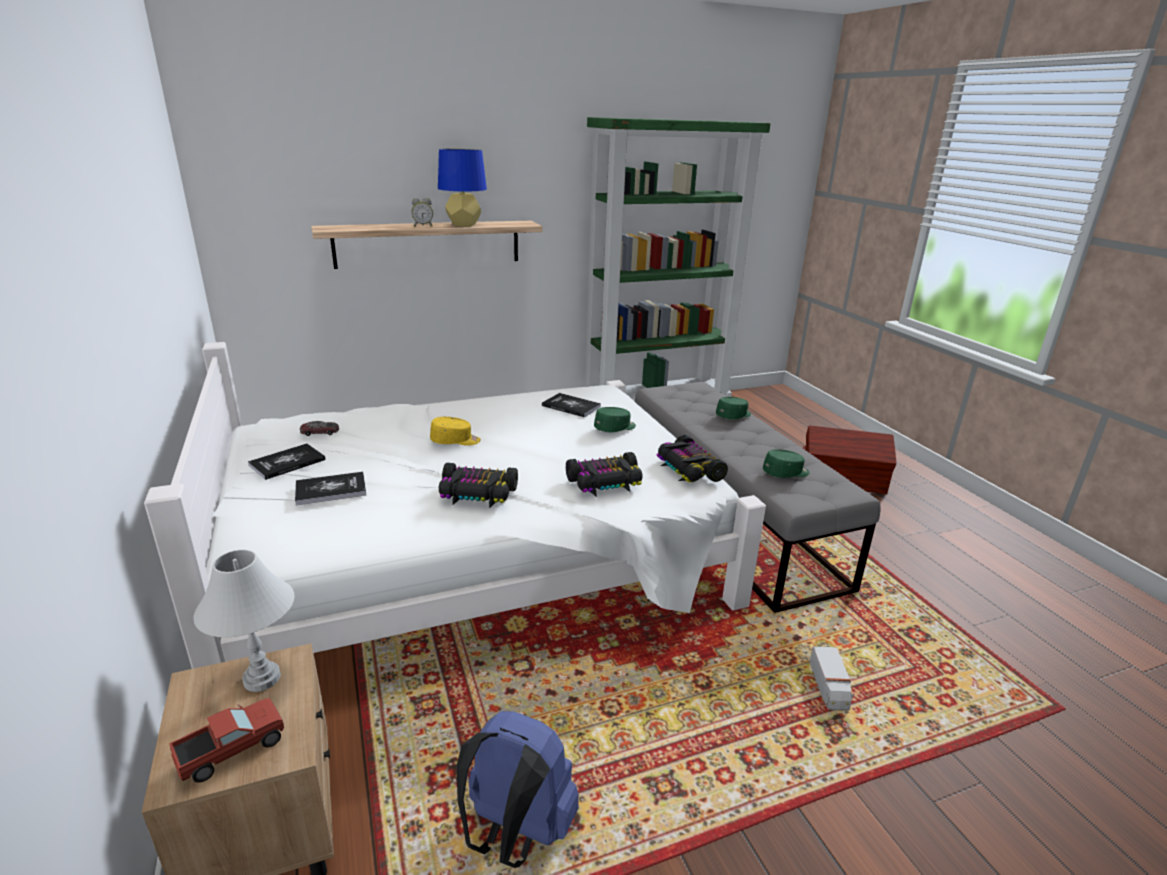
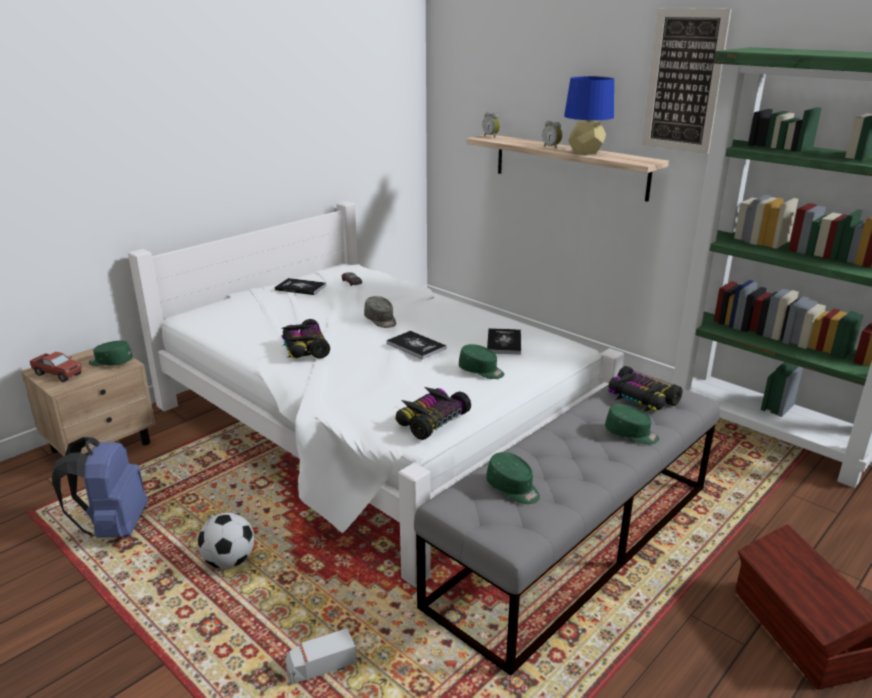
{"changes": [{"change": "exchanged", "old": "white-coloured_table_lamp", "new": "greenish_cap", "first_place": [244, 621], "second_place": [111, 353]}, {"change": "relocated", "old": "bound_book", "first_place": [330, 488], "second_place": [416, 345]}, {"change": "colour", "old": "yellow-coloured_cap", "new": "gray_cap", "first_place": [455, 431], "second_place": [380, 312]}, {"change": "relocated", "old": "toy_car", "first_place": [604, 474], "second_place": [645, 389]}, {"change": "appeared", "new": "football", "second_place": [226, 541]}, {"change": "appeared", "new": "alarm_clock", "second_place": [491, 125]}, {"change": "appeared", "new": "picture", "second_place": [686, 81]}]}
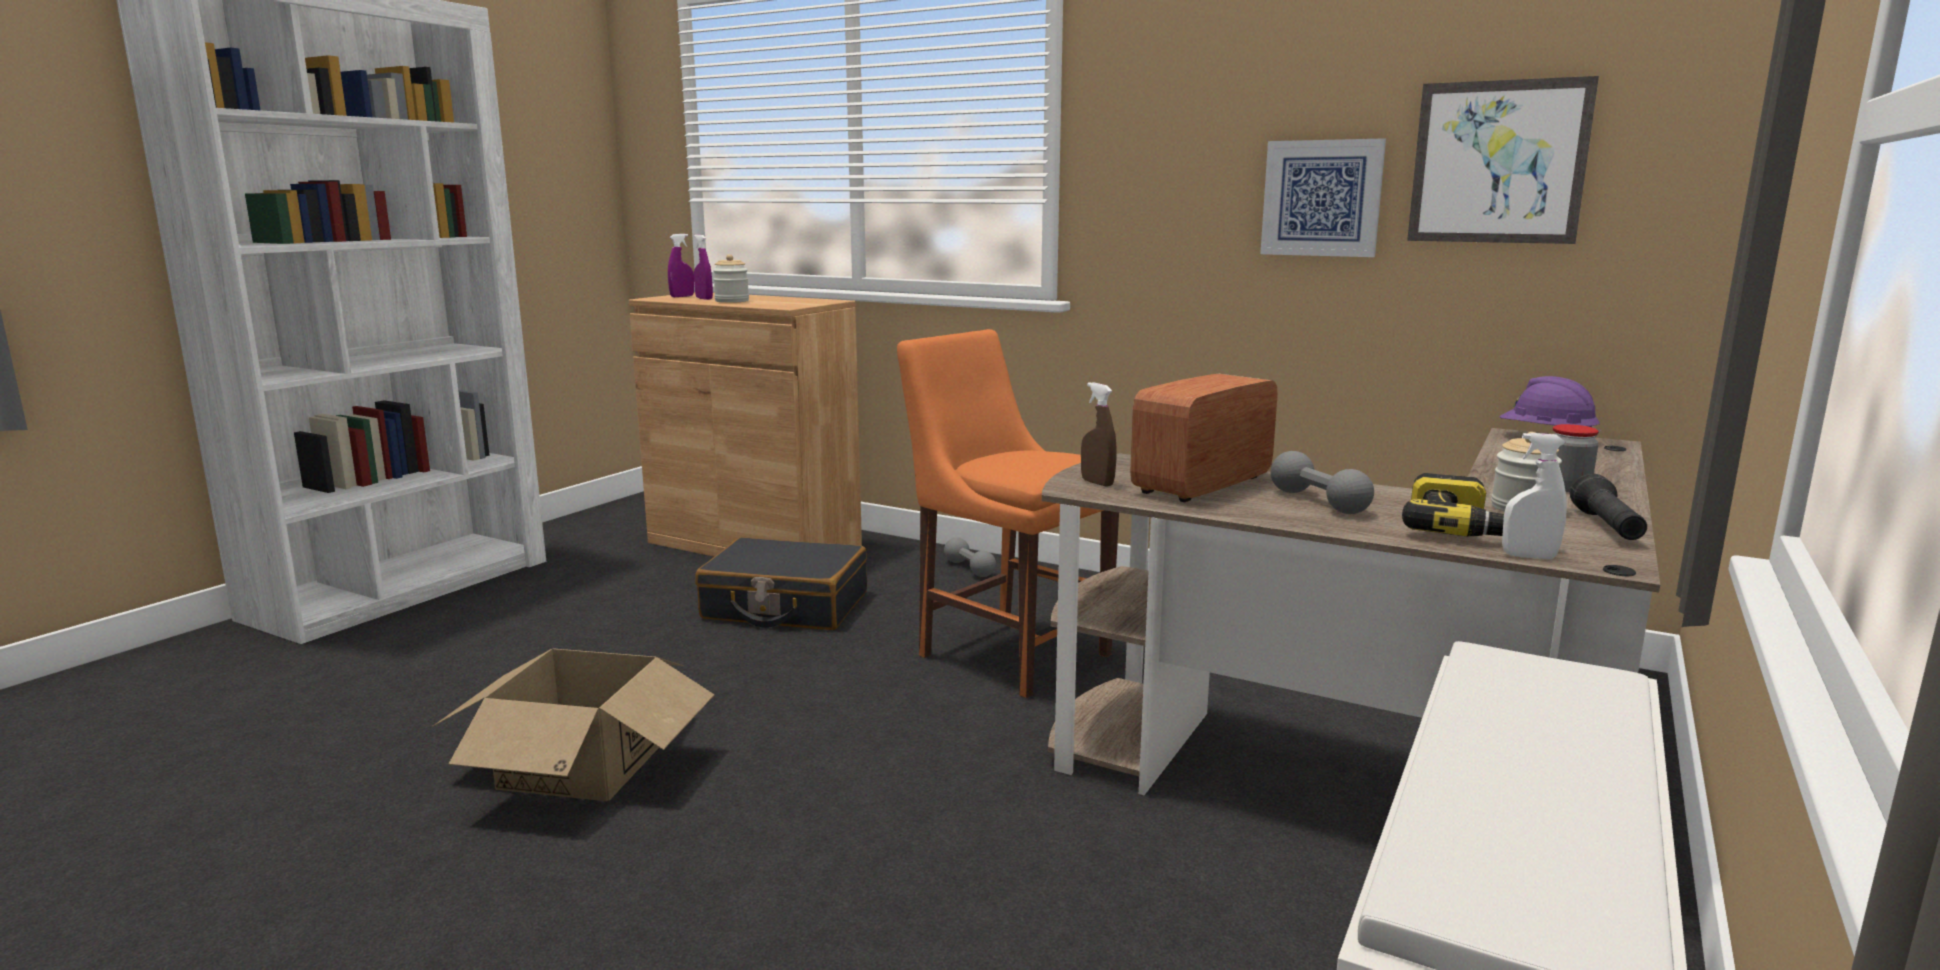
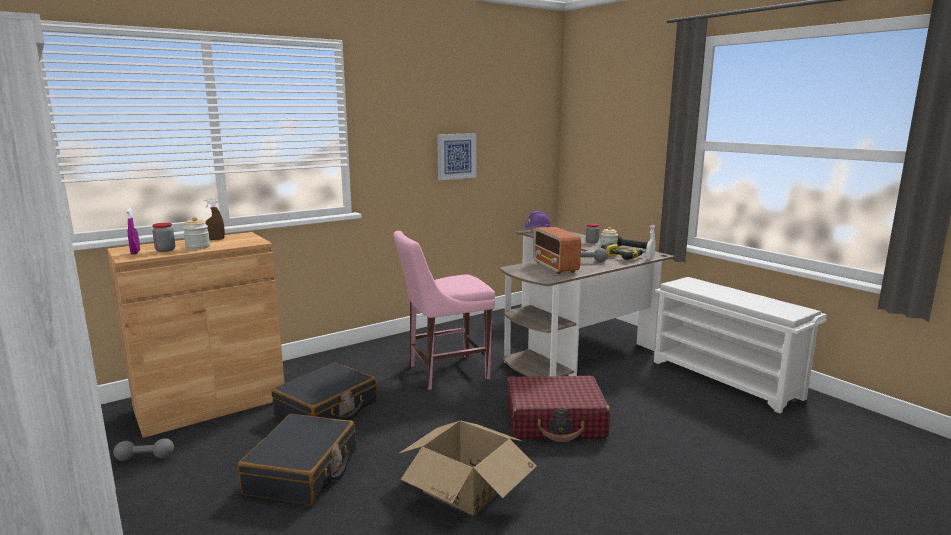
{"changes": [{"change": "exchanged", "old": "purple_spray_bottle", "new": "jar", "first_place": [703, 267], "second_place": [163, 237]}, {"change": "colour", "old": "orange_chair", "new": "pink_chair", "first_place": [1008, 513], "second_place": [444, 310]}, {"change": "relocated", "old": "gray_hand_weight", "first_place": [970, 557], "second_place": [143, 449]}, {"change": "relocated", "old": "brown_spray_bottle", "first_place": [1098, 434], "second_place": [214, 219]}, {"change": "missing", "old": "picture", "first_place": [1503, 160]}, {"change": "appeared", "new": "black-coloured_piece_of_luggage", "second_place": [297, 459]}, {"change": "appeared", "new": "red_piece_of_luggage", "second_place": [558, 409]}]}
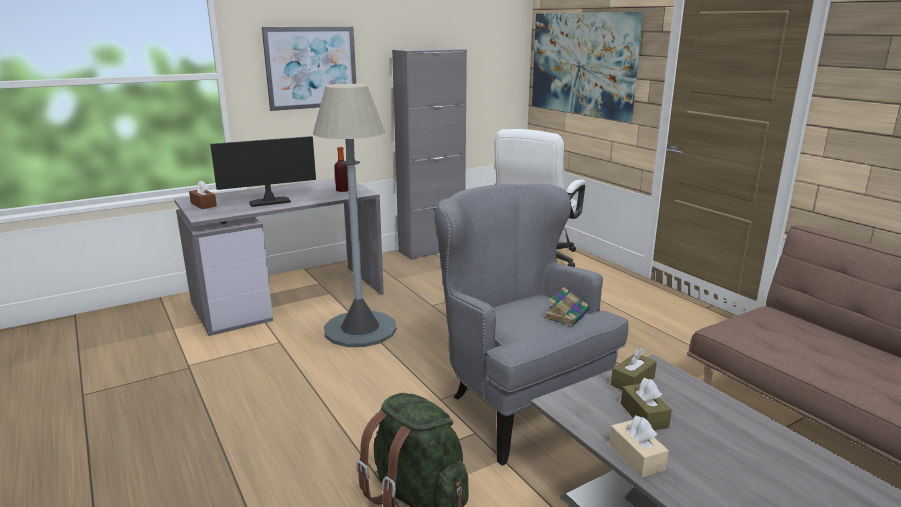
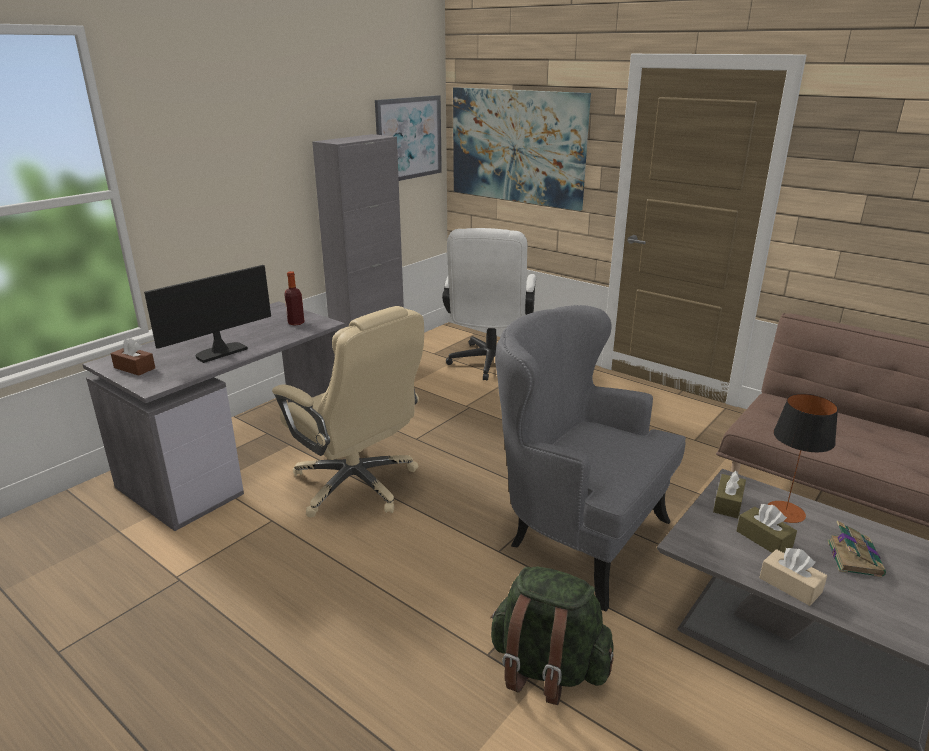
{"changes": [{"change": "relocated", "old": "picture", "first_place": [309, 69], "second_place": [408, 138]}, {"change": "exchanged", "old": "gray_standing_lamp", "new": "beige_desk_chair", "first_place": [355, 215], "second_place": [348, 411]}, {"change": "relocated", "old": "bound_book", "first_place": [566, 306], "second_place": [856, 549]}, {"change": "appeared", "new": "table_lamp", "second_place": [802, 458]}]}
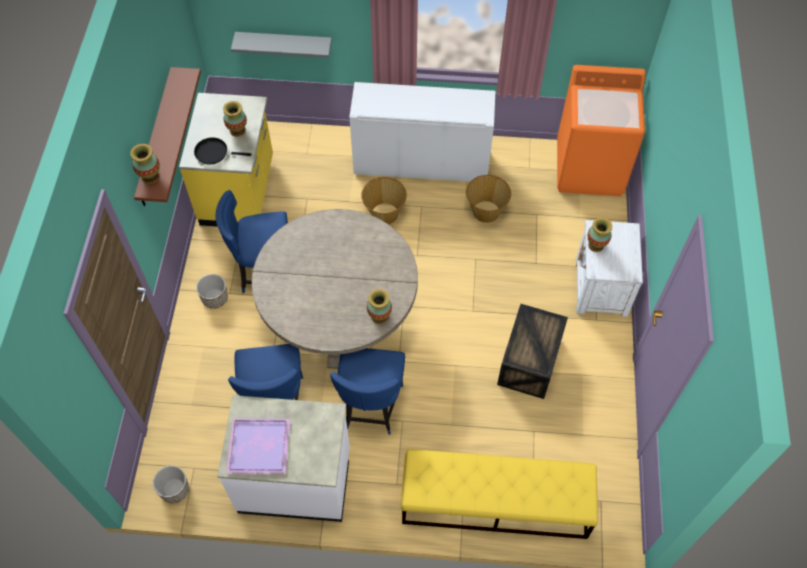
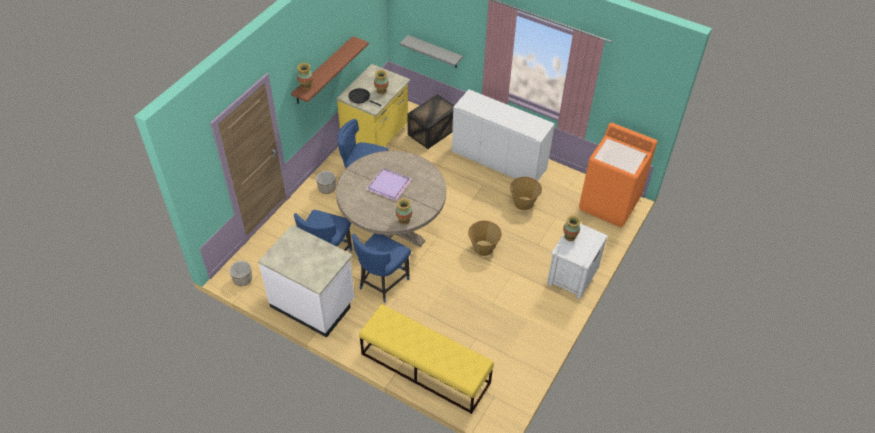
{"changes": [{"change": "relocated", "old": "purple_serving_tray", "first_place": [258, 446], "second_place": [388, 184]}, {"change": "relocated", "old": "storage_basket", "first_place": [384, 200], "second_place": [485, 238]}, {"change": "relocated", "old": "shipping_crate", "first_place": [532, 351], "second_place": [431, 121]}]}
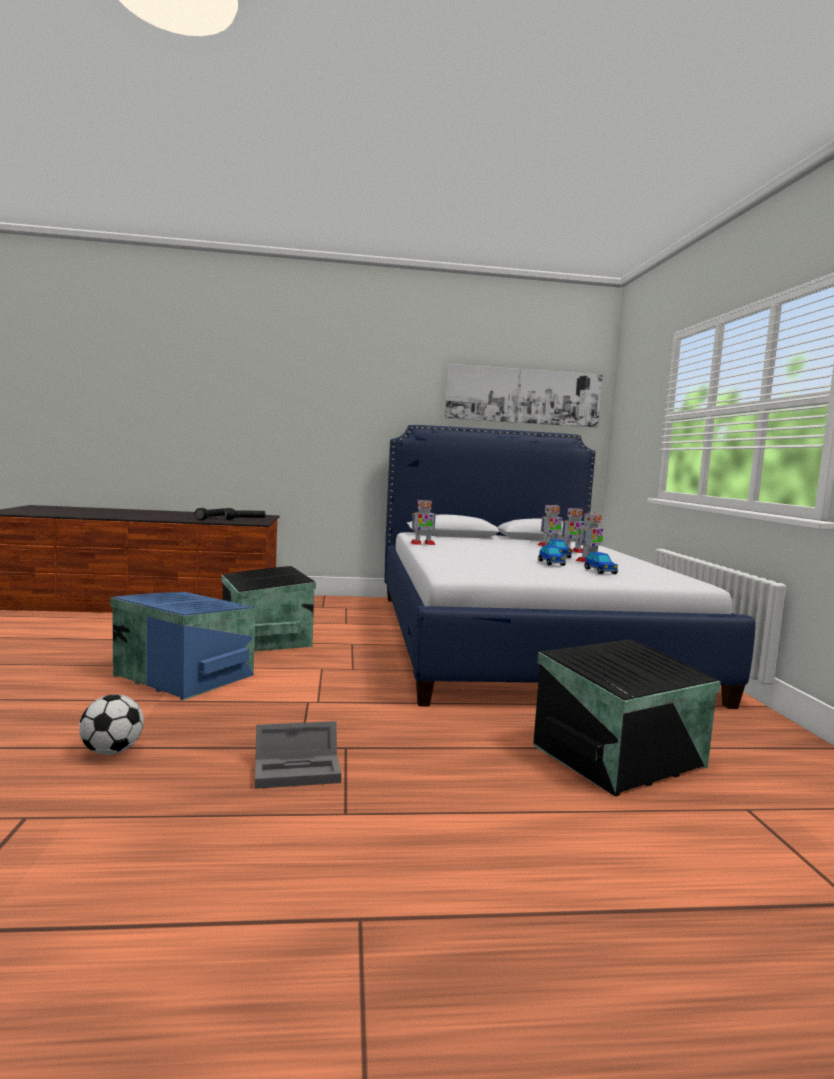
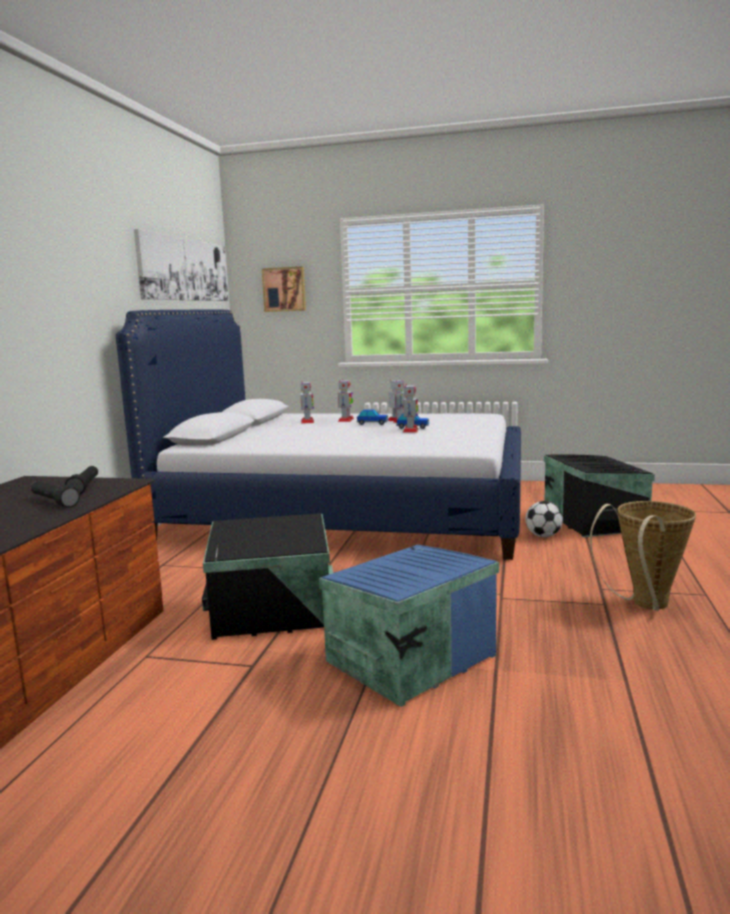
{"changes": [{"change": "relocated", "old": "football", "first_place": [111, 724], "second_place": [544, 519]}, {"change": "exchanged", "old": "gray_storage_bin", "new": "storage_basket", "first_place": [298, 755], "second_place": [643, 556]}, {"change": "relocated", "old": "model_robot", "first_place": [423, 522], "second_place": [410, 408]}, {"change": "missing", "old": "toy_car", "first_place": [601, 563]}, {"change": "appeared", "new": "picture", "second_place": [284, 289]}]}
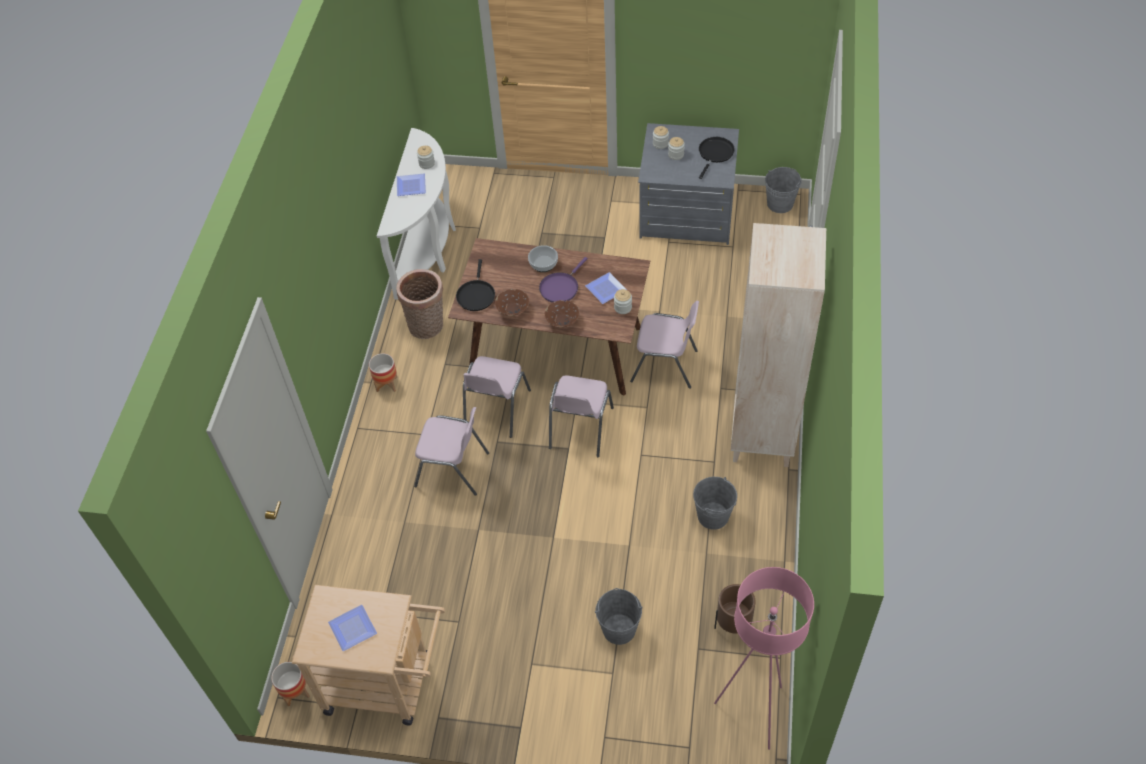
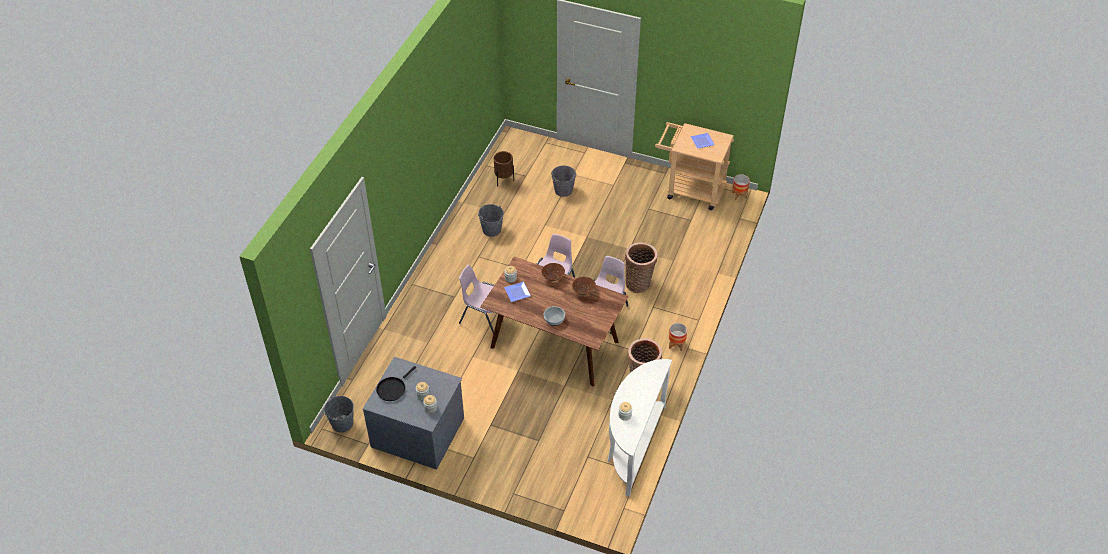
{"changes": [{"change": "missing", "old": "flat_dish", "first_place": [411, 184]}, {"change": "exchanged", "old": "pink_chair", "new": "storage_basket", "first_place": [451, 451], "second_place": [641, 267]}, {"change": "missing", "old": "black-coloured_pan", "first_place": [475, 285]}, {"change": "missing", "old": "purple_pan", "first_place": [563, 280]}, {"change": "missing", "old": "pink_standing_lamp", "first_place": [764, 658]}, {"change": "missing", "old": "beige_bookcase", "first_place": [778, 345]}]}
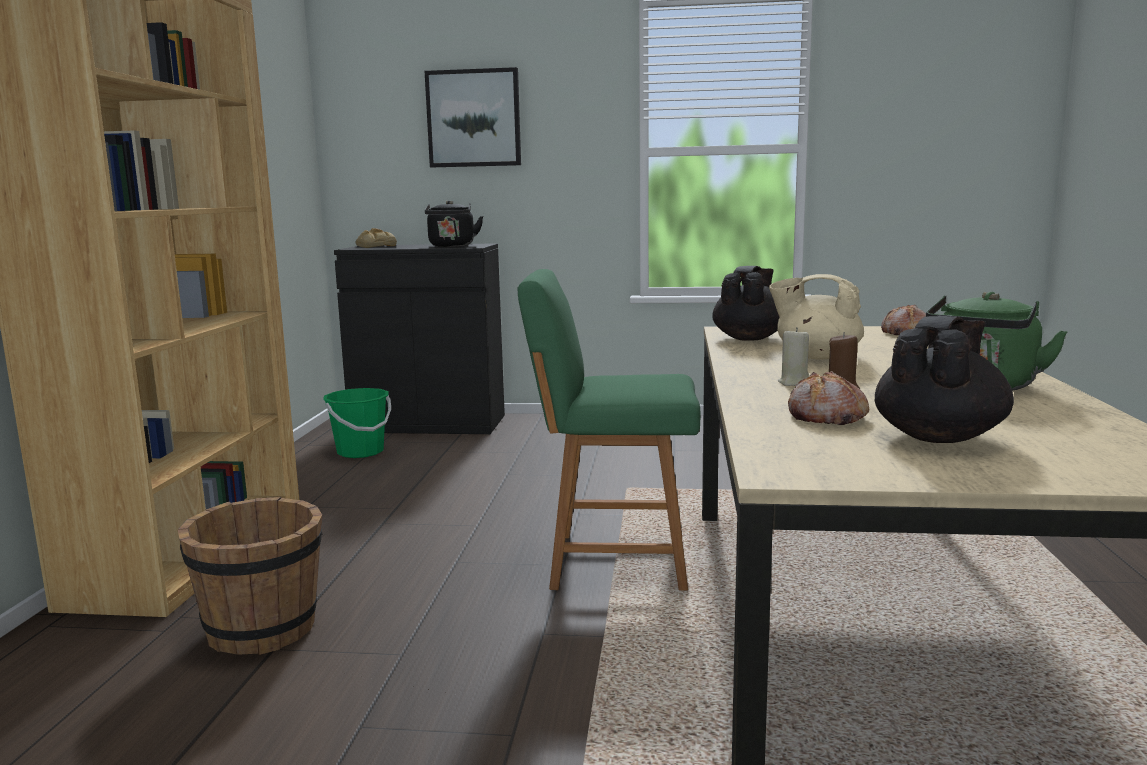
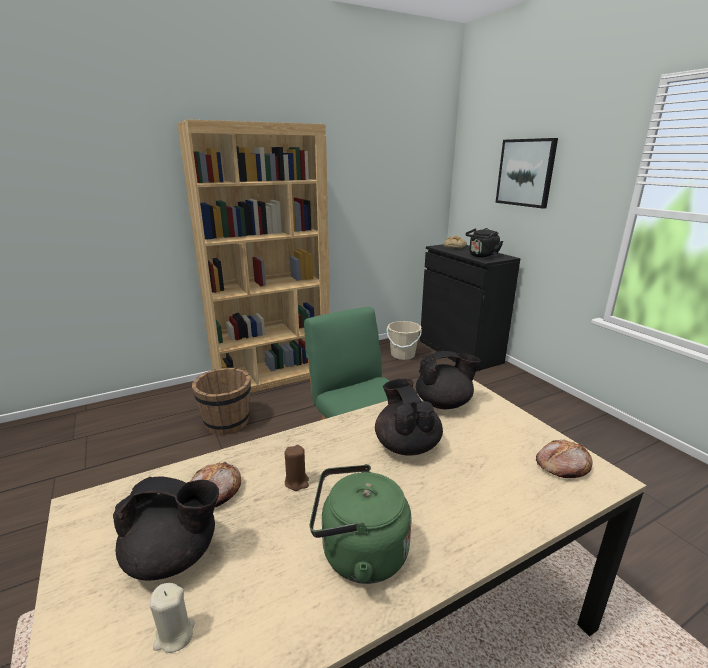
{"changes": [{"change": "colour", "old": "greenish_water_bucket", "new": "beige_water_bucket", "first_place": [357, 423], "second_place": [404, 340]}, {"change": "colour", "old": "beige_pot_for_tea", "new": "black-coloured_pot_for_tea", "first_place": [816, 317], "second_place": [409, 417]}, {"change": "relocated", "old": "beige_candle", "first_place": [793, 356], "second_place": [172, 618]}]}
